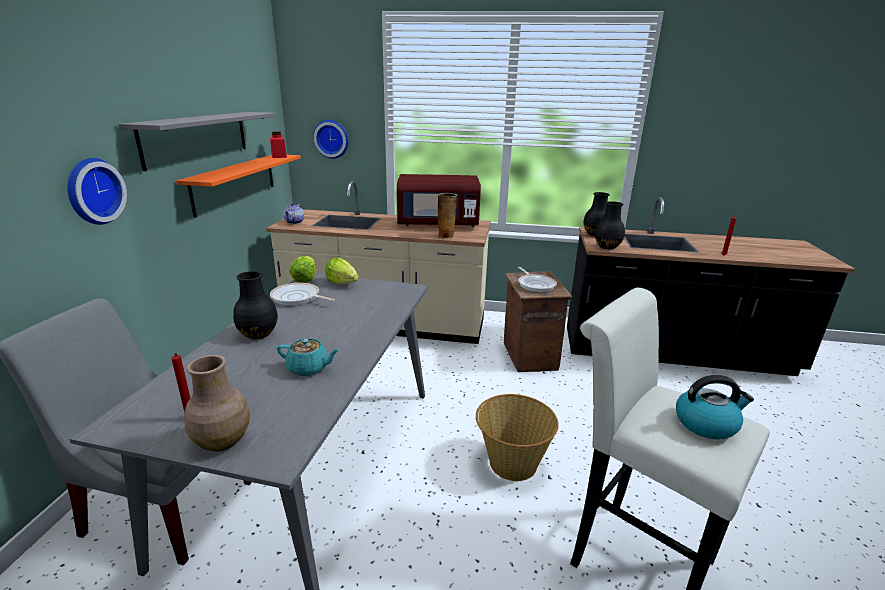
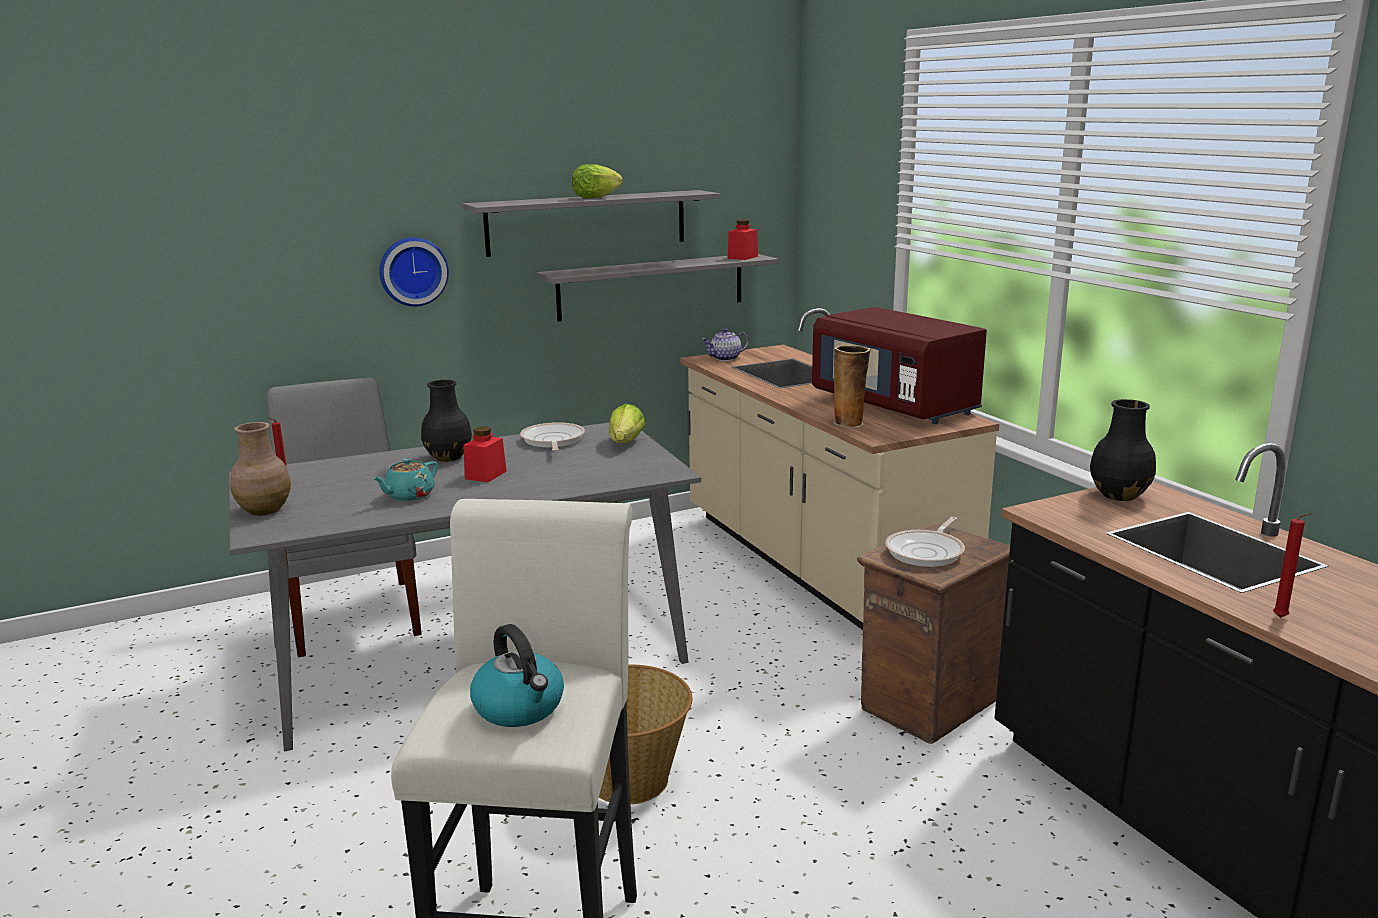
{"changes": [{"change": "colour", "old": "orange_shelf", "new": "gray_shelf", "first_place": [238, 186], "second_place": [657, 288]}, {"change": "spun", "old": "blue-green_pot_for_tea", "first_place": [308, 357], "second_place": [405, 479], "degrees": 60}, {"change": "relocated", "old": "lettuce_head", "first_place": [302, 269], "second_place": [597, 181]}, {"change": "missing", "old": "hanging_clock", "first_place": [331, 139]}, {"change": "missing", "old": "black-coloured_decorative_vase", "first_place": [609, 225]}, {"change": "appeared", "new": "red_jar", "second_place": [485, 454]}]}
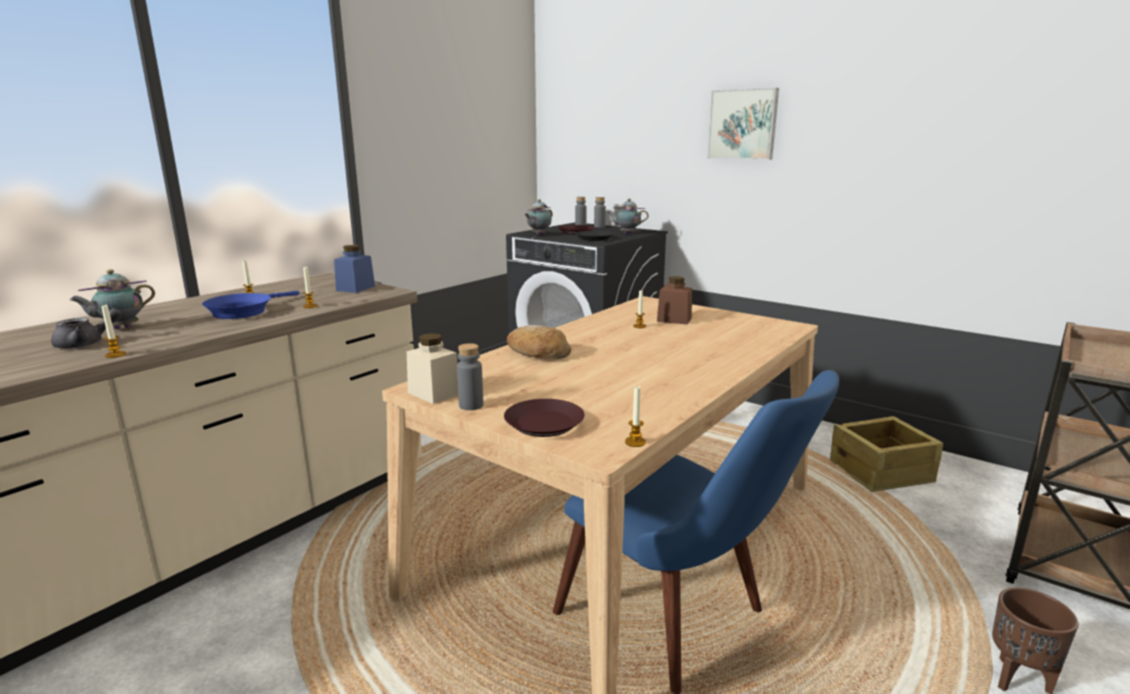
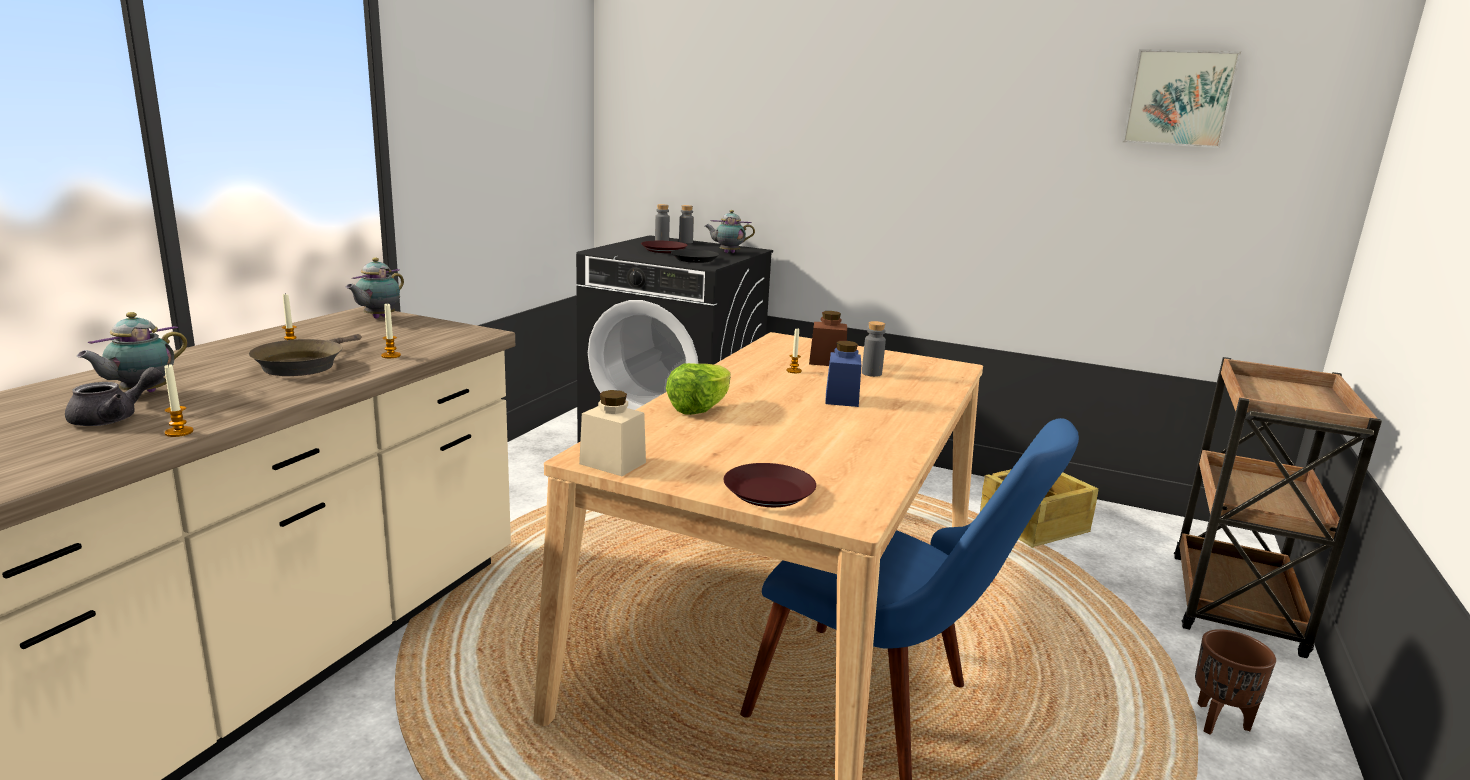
{"changes": [{"change": "colour", "old": "bluish_pan", "new": "brown_pan", "first_place": [251, 305], "second_place": [305, 355]}, {"change": "relocated", "old": "bluish_jar", "first_place": [354, 269], "second_place": [843, 374]}, {"change": "relocated", "old": "gray_bottle", "first_place": [470, 376], "second_place": [874, 349]}, {"change": "exchanged", "old": "bread", "new": "lettuce_head", "first_place": [539, 342], "second_place": [698, 389]}, {"change": "relocated", "old": "pot_for_tea", "first_place": [538, 217], "second_place": [375, 287]}, {"change": "missing", "old": "candle", "first_place": [635, 416]}, {"change": "relocated", "old": "picture", "first_place": [743, 124], "second_place": [1181, 98]}]}
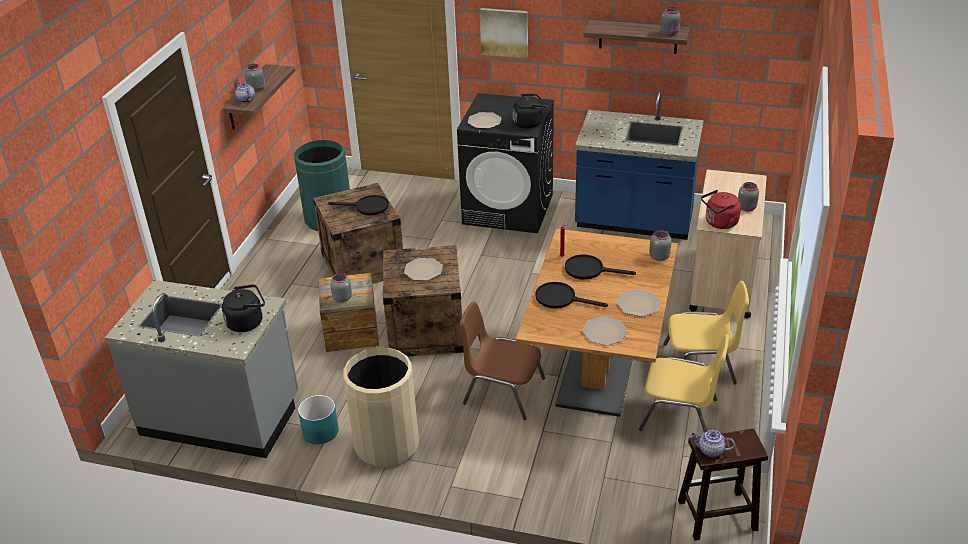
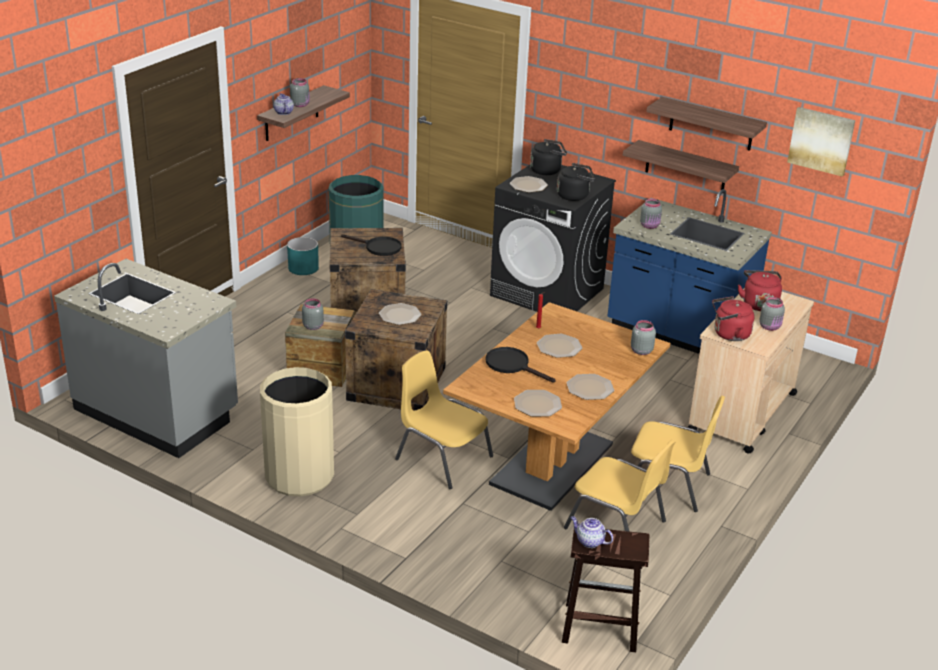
{"changes": [{"change": "relocated", "old": "black-coloured_water_kettle", "first_place": [243, 308], "second_place": [548, 157]}, {"change": "relocated", "old": "blue-green_planter", "first_place": [318, 419], "second_place": [303, 256]}, {"change": "colour", "old": "brown_chair", "new": "yellow-coloured_chair", "first_place": [502, 360], "second_place": [444, 420]}, {"change": "relocated", "old": "picture", "first_place": [504, 33], "second_place": [821, 142]}, {"change": "exchanged", "old": "black-coloured_pan", "new": "flat_dish", "first_place": [600, 267], "second_place": [560, 346]}, {"change": "relocated", "old": "gray_jar", "first_place": [671, 21], "second_place": [651, 213]}, {"change": "appeared", "new": "shelf", "second_place": [681, 165]}, {"change": "appeared", "new": "red_water_kettle", "second_place": [760, 290]}]}
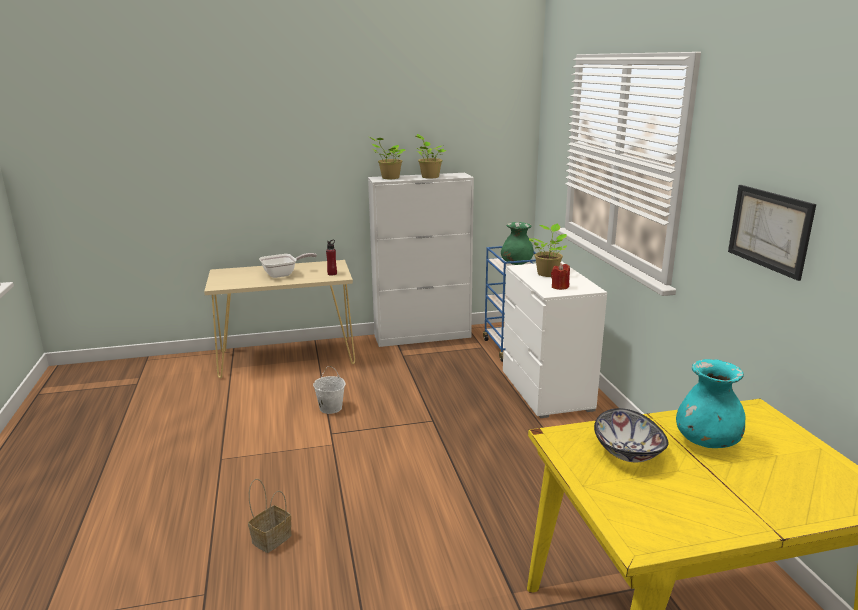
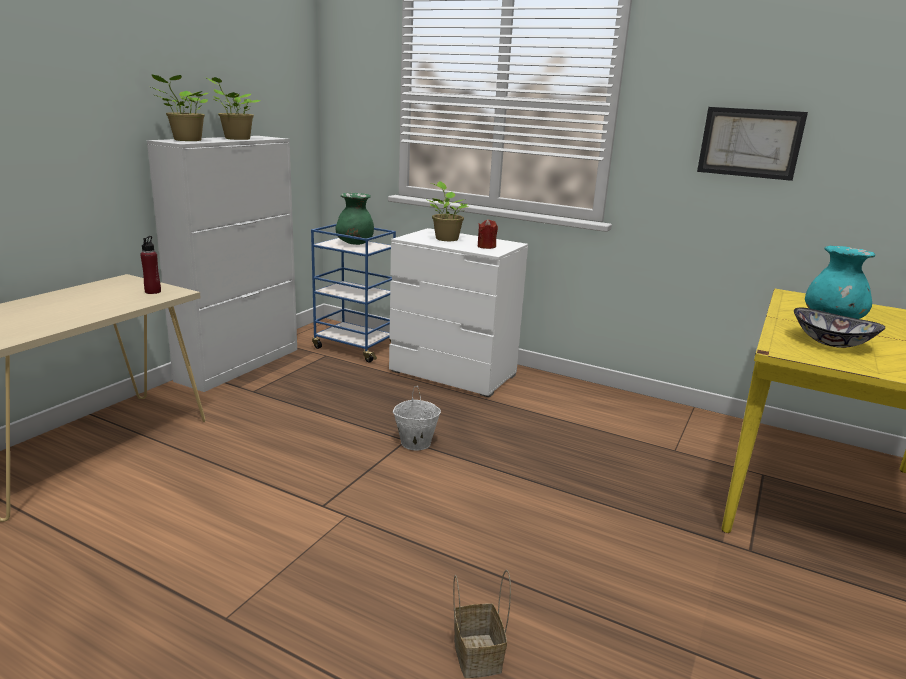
{"changes": [{"change": "missing", "old": "pan", "first_place": [288, 265]}, {"change": "relocated", "old": "white-coloured_water_bucket", "first_place": [329, 390], "second_place": [417, 418]}]}
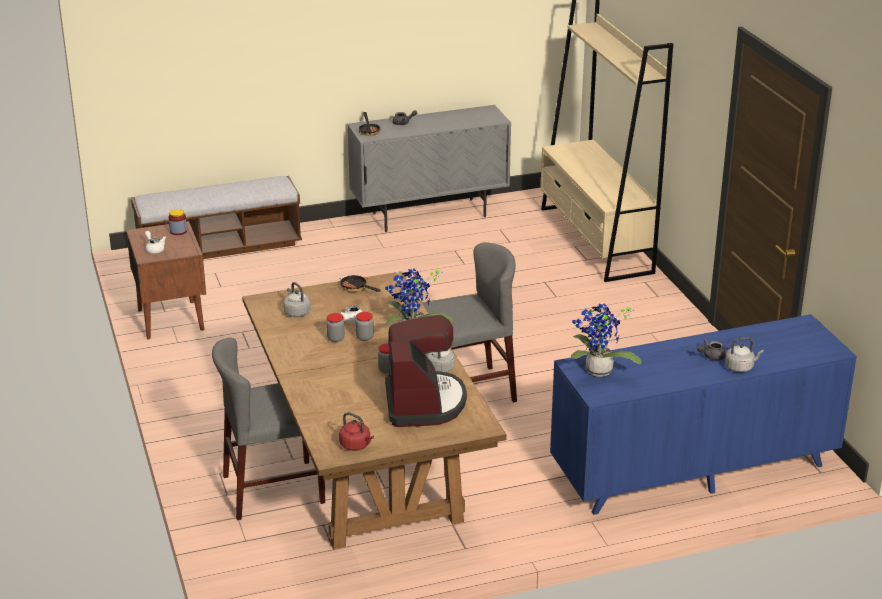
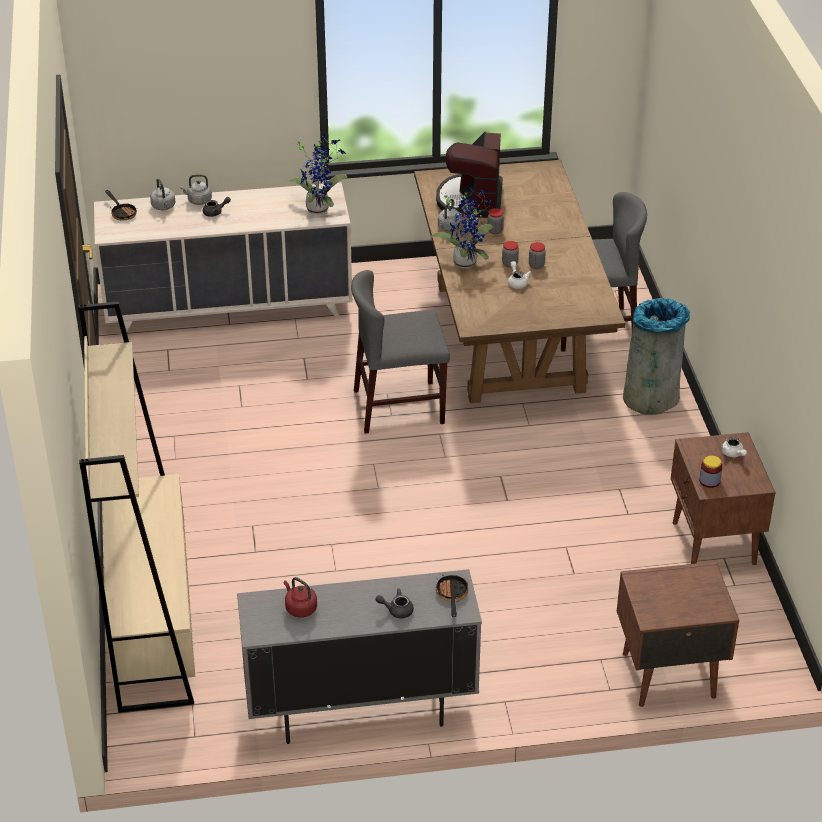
{"changes": [{"change": "exchanged", "old": "bench", "new": "brown_bedside_table", "first_place": [216, 217], "second_place": [678, 634]}, {"change": "relocated", "old": "gray_water_kettle", "first_place": [297, 299], "second_place": [162, 194]}, {"change": "relocated", "old": "pan", "first_place": [360, 282], "second_place": [121, 205]}, {"change": "relocated", "old": "red_water_kettle", "first_place": [356, 431], "second_place": [300, 597]}, {"change": "colour", "old": "bluish_dresser", "new": "beige_dresser", "first_place": [703, 414], "second_place": [223, 259]}, {"change": "appeared", "new": "gray_rubbish_bin", "second_place": [656, 356]}]}
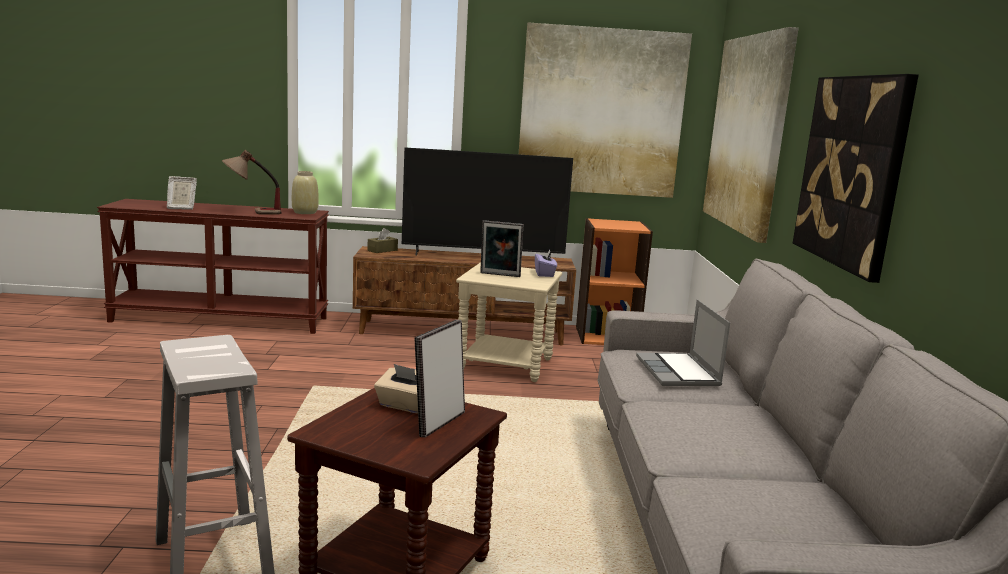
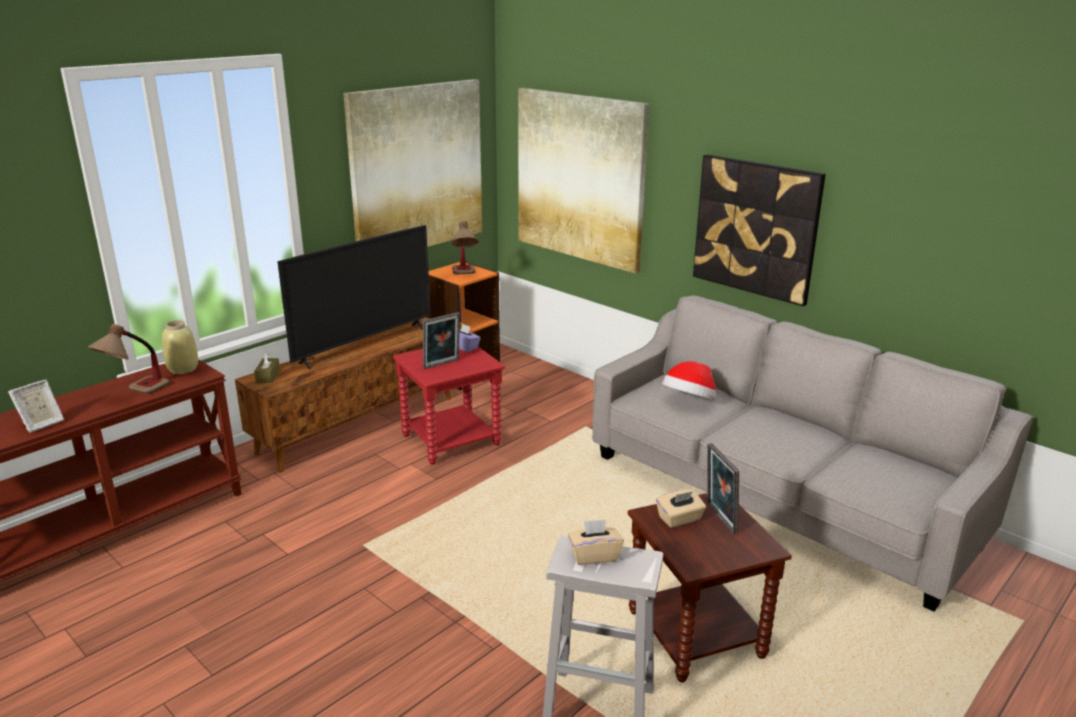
{"changes": [{"change": "colour", "old": "beige_end_table", "new": "red_end_table", "first_place": [509, 322], "second_place": [449, 406]}, {"change": "exchanged", "old": "portable_computer", "new": "clothing_hat", "first_place": [683, 342], "second_place": [689, 380]}, {"change": "appeared", "new": "table_lamp", "second_place": [465, 247]}, {"change": "appeared", "new": "beige_tissue_box", "second_place": [596, 542]}]}
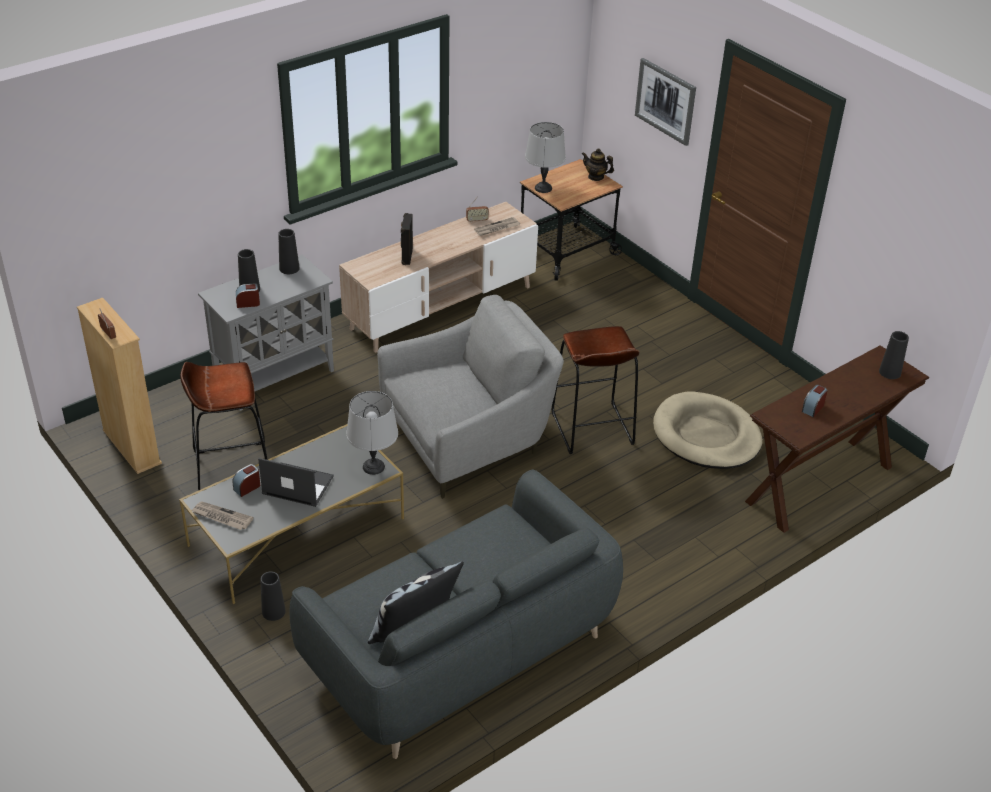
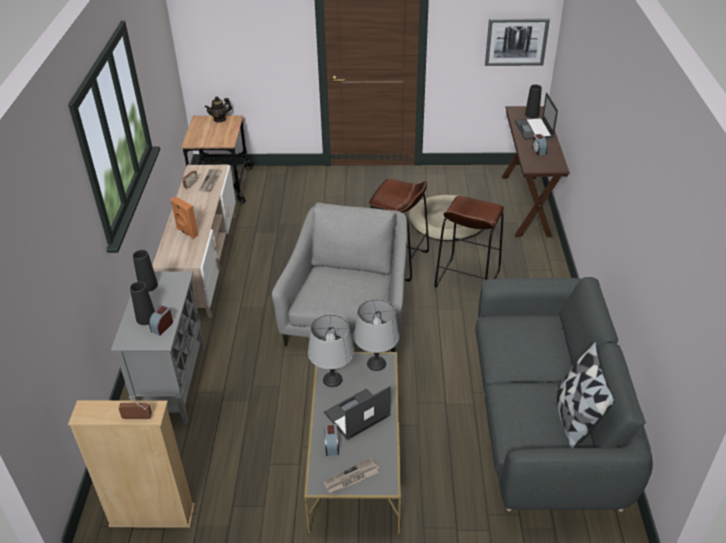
{"changes": [{"change": "relocated", "old": "brown_stool", "first_place": [224, 426], "second_place": [469, 242]}, {"change": "missing", "old": "black-coloured_decorative_vase", "first_place": [273, 596]}, {"change": "colour", "old": "black-coloured_audio_speaker", "new": "orange_audio_speaker", "first_place": [407, 239], "second_place": [184, 218]}, {"change": "relocated", "old": "gray_table_lamp", "first_place": [545, 157], "second_place": [331, 350]}, {"change": "relocated", "old": "picture", "first_place": [665, 102], "second_place": [517, 42]}, {"change": "appeared", "new": "portable_computer", "second_place": [536, 116]}]}
